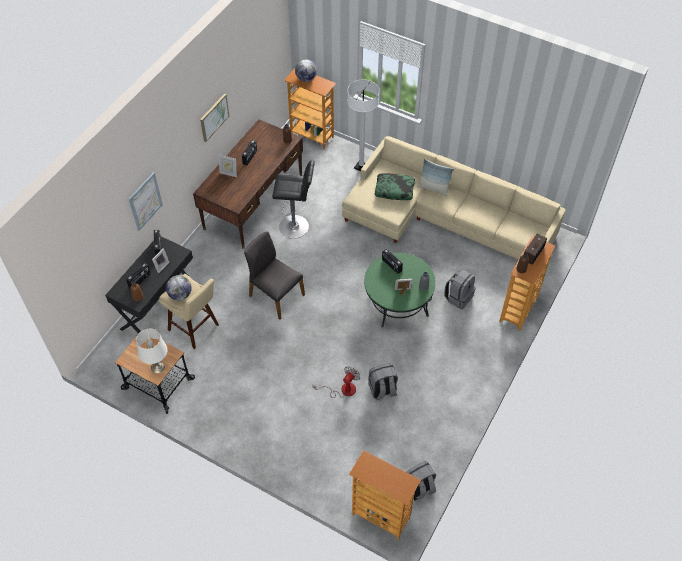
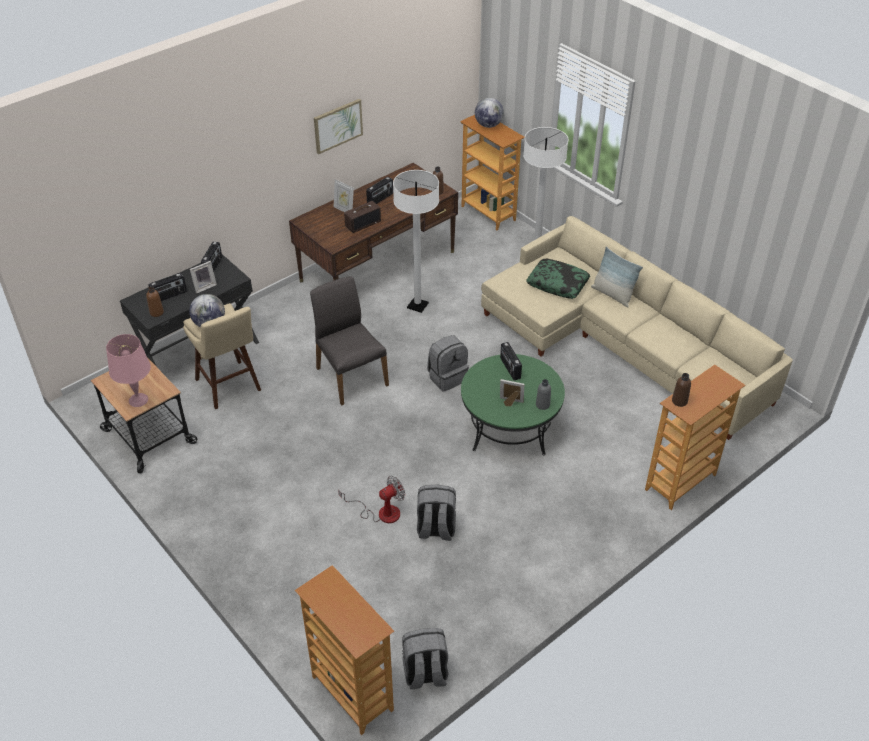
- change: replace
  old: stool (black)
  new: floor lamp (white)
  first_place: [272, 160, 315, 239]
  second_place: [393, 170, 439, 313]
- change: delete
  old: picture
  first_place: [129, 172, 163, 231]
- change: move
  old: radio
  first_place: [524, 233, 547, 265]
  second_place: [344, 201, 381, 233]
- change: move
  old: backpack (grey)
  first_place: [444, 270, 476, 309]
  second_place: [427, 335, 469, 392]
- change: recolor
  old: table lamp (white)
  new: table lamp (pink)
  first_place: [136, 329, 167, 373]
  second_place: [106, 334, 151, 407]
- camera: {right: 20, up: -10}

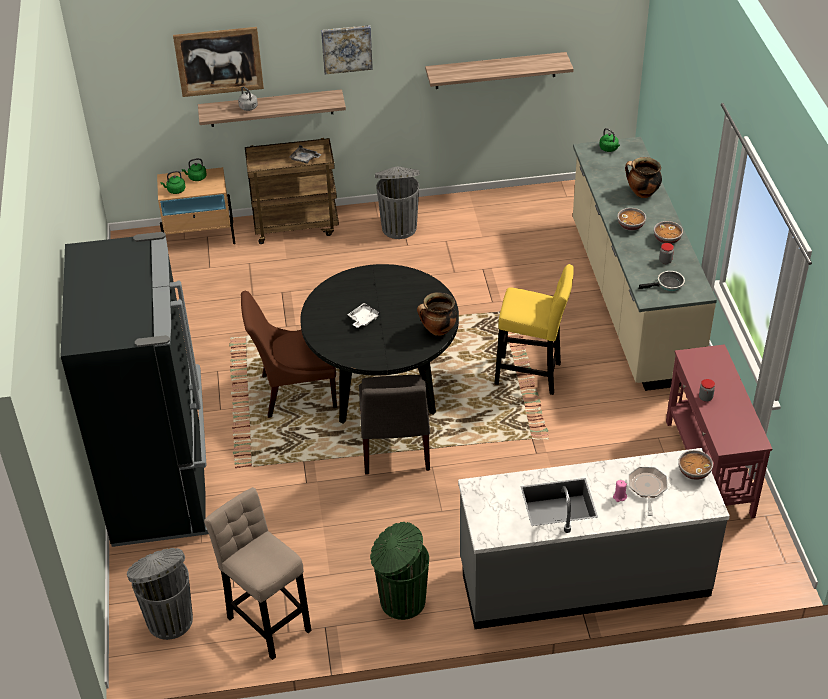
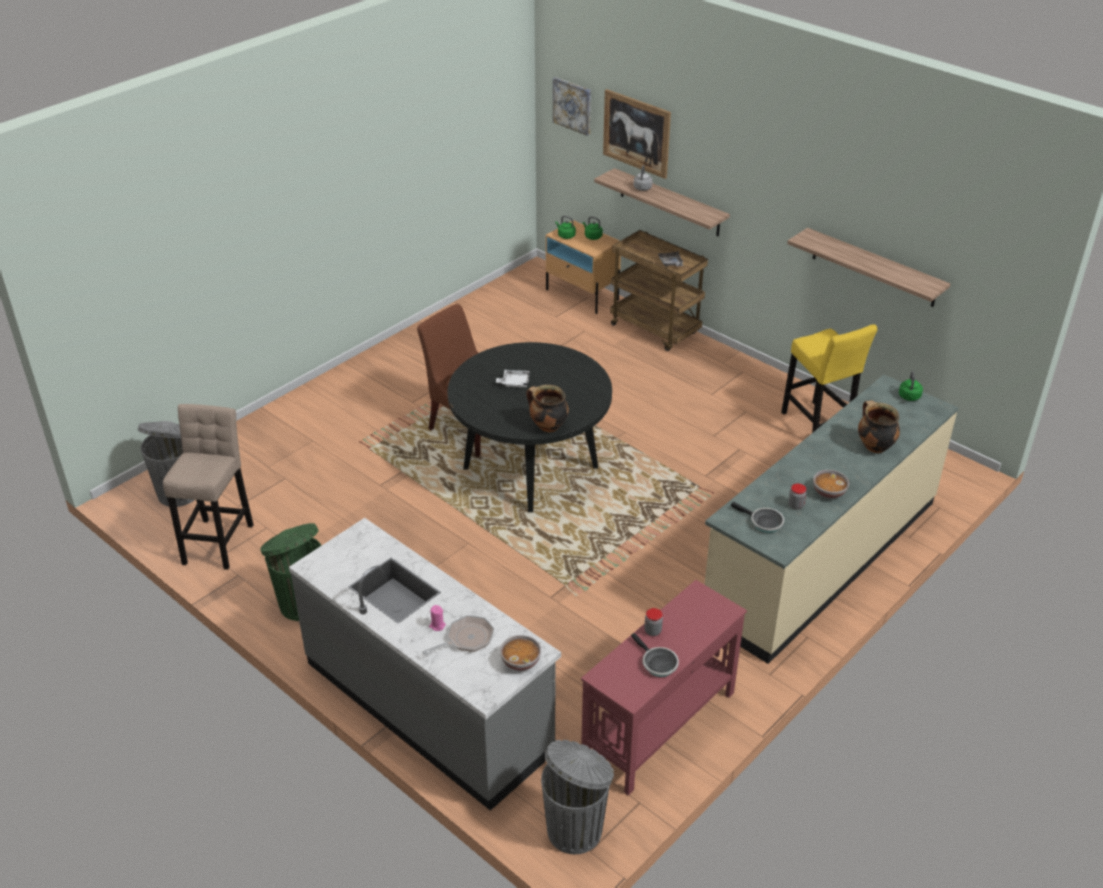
- change: move
  old: picture
  first_place: [321, 25, 373, 74]
  second_place: [553, 77, 591, 136]
- change: move
  old: trash can (grey)
  first_place: [375, 167, 420, 239]
  second_place: [541, 740, 614, 854]
- change: delete
  old: bowl
  first_place: [617, 208, 646, 231]
- change: delete
  old: fridge (black)
  first_place: [61, 232, 209, 547]
- change: move
  old: stool (yellow)
  first_place: [494, 264, 574, 395]
  second_place: [781, 324, 877, 433]
- change: delete
  old: chair (grey)
  first_place: [359, 375, 430, 474]
- change: insert
  new: frying pan
  second_place: [631, 633, 679, 677]
- camera: {right: 50, up: -5}

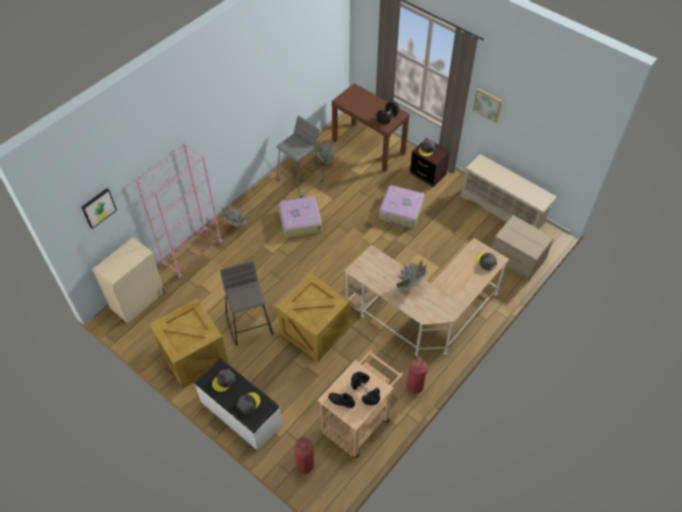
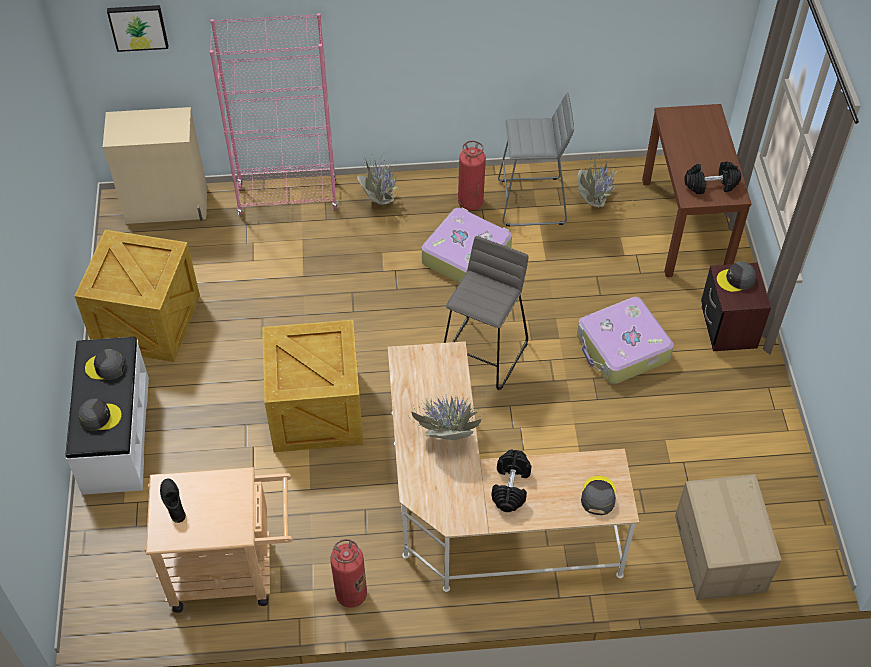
- change: delete
  old: picture
  first_place: [473, 88, 502, 123]
- change: delete
  old: shoe rack (beige)
  first_place: [461, 154, 557, 229]
- change: move
  old: stool (grey)
  first_place: [220, 261, 273, 346]
  second_place: [444, 236, 528, 390]
- change: move
  old: dumbbell (black)
  first_place: [351, 371, 380, 405]
  second_place: [491, 450, 532, 512]
- change: move
  old: fire extinguisher
  first_place: [294, 437, 314, 474]
  second_place: [458, 140, 486, 210]
- camera: {right: 45, up: 0}

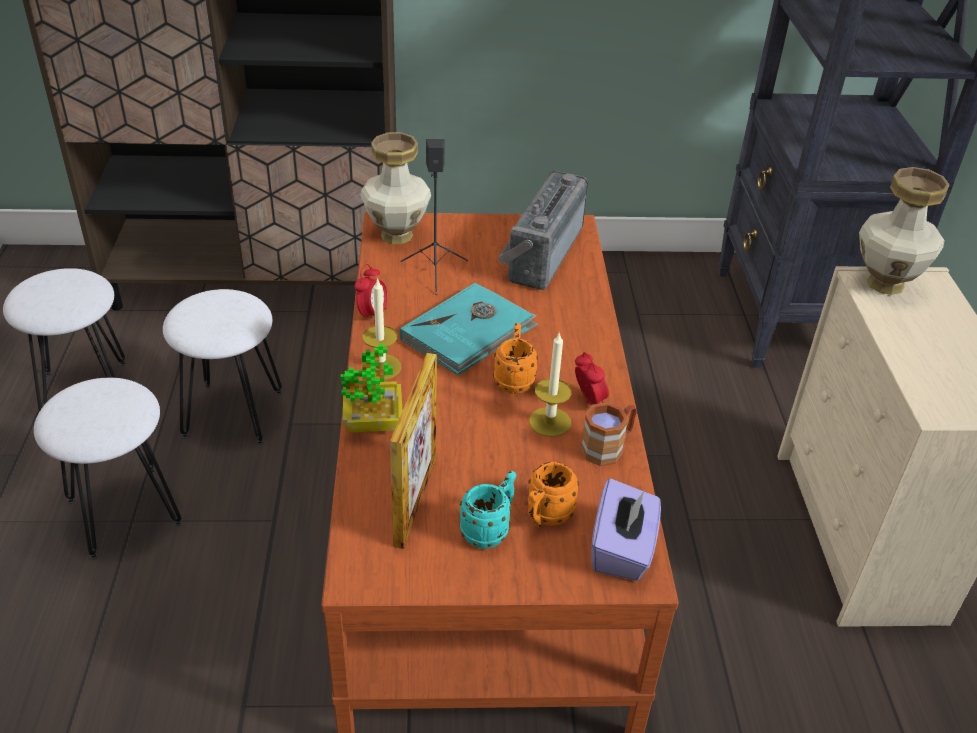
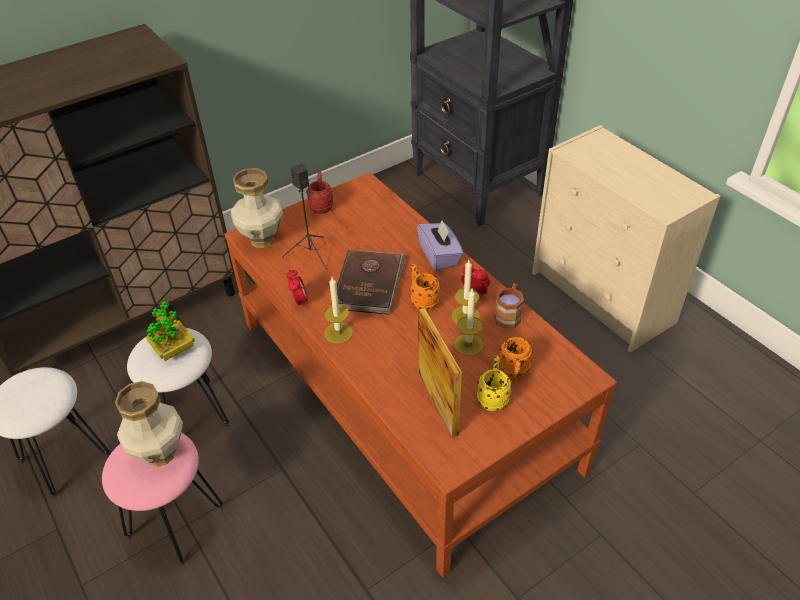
- change: move
  old: vase
  first_place: [859, 167, 949, 295]
  second_place: [115, 381, 183, 467]
- change: delete
  old: radio
  first_place: [498, 171, 588, 290]
- change: recolor
  old: book (turquoise)
  new: book (brown)
  first_place: [399, 283, 539, 376]
  second_place: [337, 250, 406, 315]
- change: move
  old: potted plant
  first_place: [341, 344, 403, 432]
  second_place: [146, 301, 195, 361]
- change: recolor
  old: stool (white)
  new: stool (pink)
  first_place: [34, 378, 182, 559]
  second_place: [102, 433, 224, 565]
- change: recolor
  old: mug (turquoise)
  new: mug (yellow)
  first_place: [460, 471, 516, 549]
  second_place: [477, 356, 512, 411]
- change: move
  old: tissue box (purple)
  first_place: [591, 478, 661, 581]
  second_place: [417, 219, 463, 271]
- change: insert
  new: mug (red)
  second_place: [306, 172, 333, 214]
- change: insert
  new: candle
  second_place: [454, 289, 483, 356]
- camera: {right: -30, up: 5}

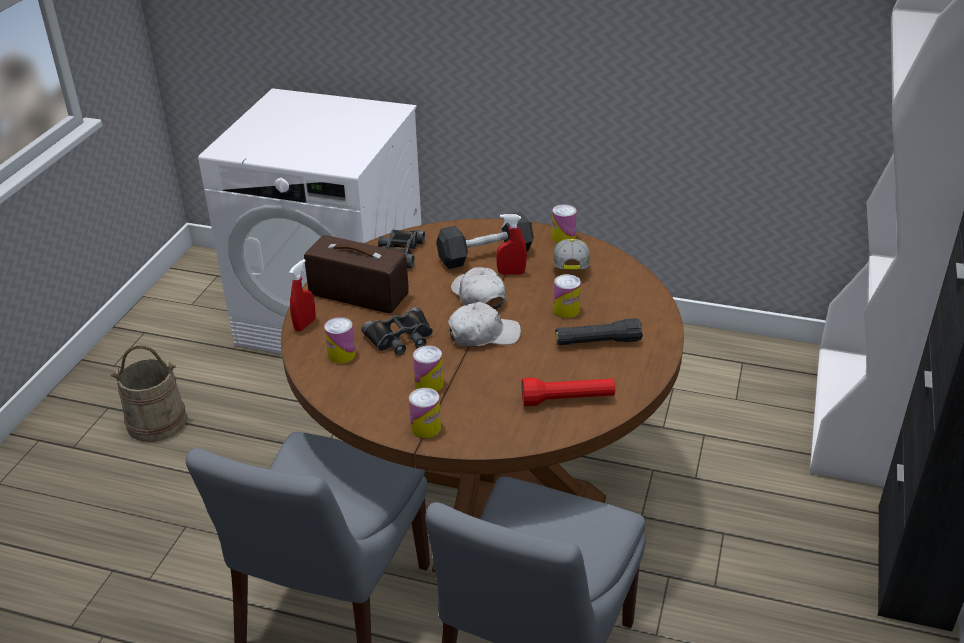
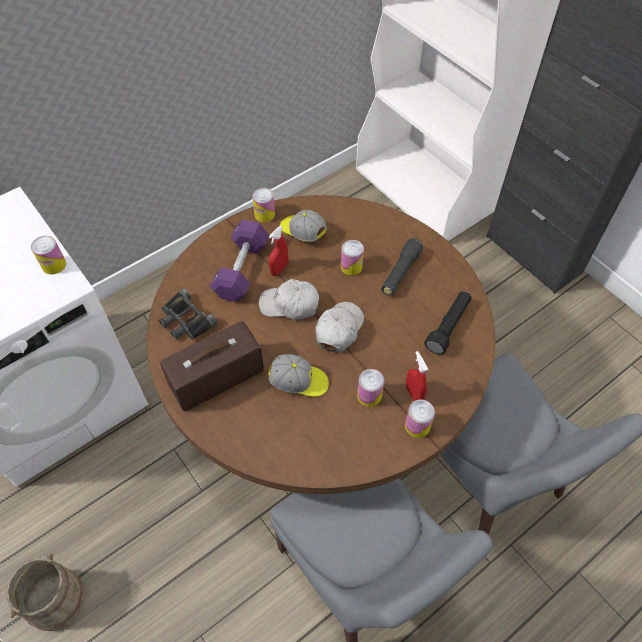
- change: recolor
  old: dumbbell (black)
  new: dumbbell (purple)
  first_place: [436, 212, 534, 269]
  second_place: [210, 220, 269, 302]
- change: move
  old: spray bottle (red)
  first_place: [289, 259, 316, 331]
  second_place: [406, 351, 428, 401]
- change: replace
  old: binoculars (black)
  new: cap
  first_place: [361, 307, 433, 355]
  second_place: [268, 354, 329, 397]
- change: move
  old: can
  first_place: [324, 317, 356, 363]
  second_place: [31, 236, 66, 275]
- change: recolor
  old: flashlight (red)
  new: flashlight (black)
  first_place: [522, 378, 615, 406]
  second_place: [424, 291, 472, 355]
- camera: {right: -55, up: 20}

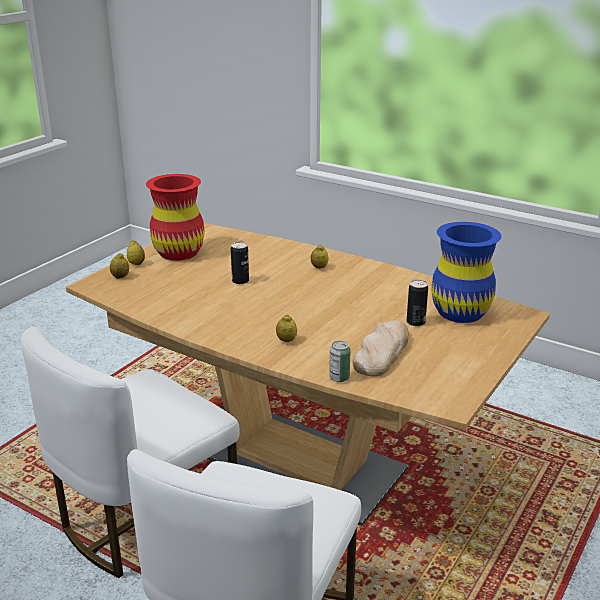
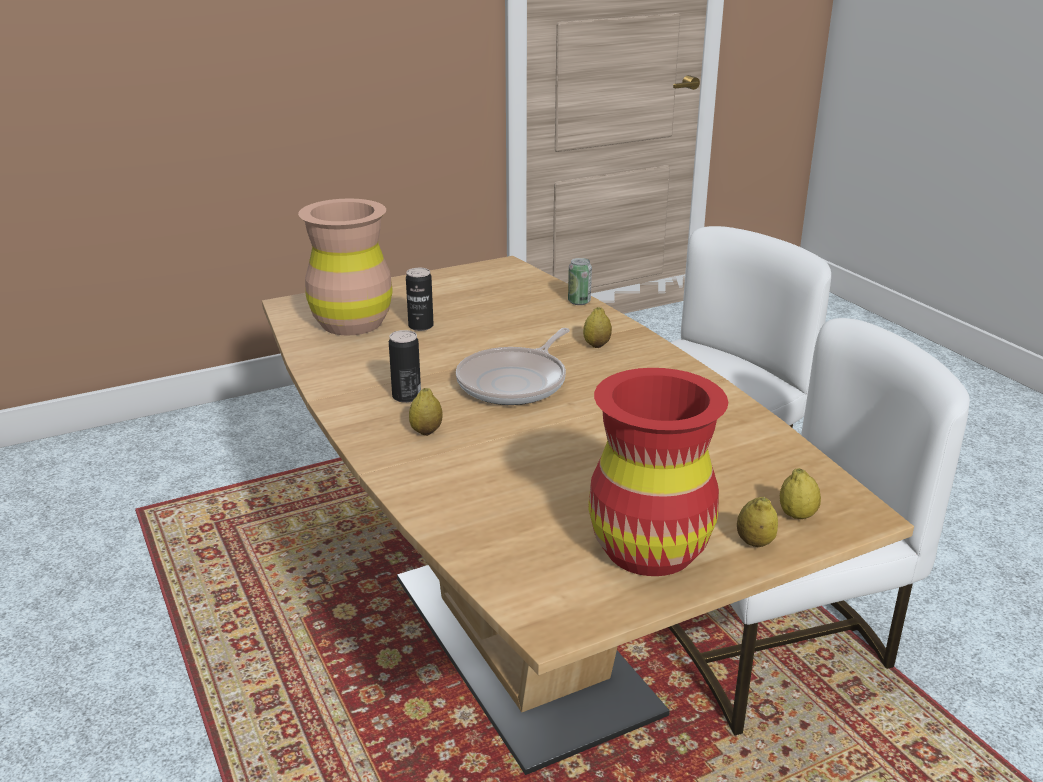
- change: recolor
  old: vase (blue)
  new: vase (brown)
  first_place: [431, 222, 502, 323]
  second_place: [298, 198, 393, 335]
- change: move
  old: can
  first_place: [231, 242, 249, 284]
  second_place: [389, 330, 421, 403]
- change: delete
  old: bread
  first_place: [353, 320, 409, 377]
- change: insert
  new: frying pan
  second_place: [456, 328, 570, 405]
- camera: {right: -150, up: 0}

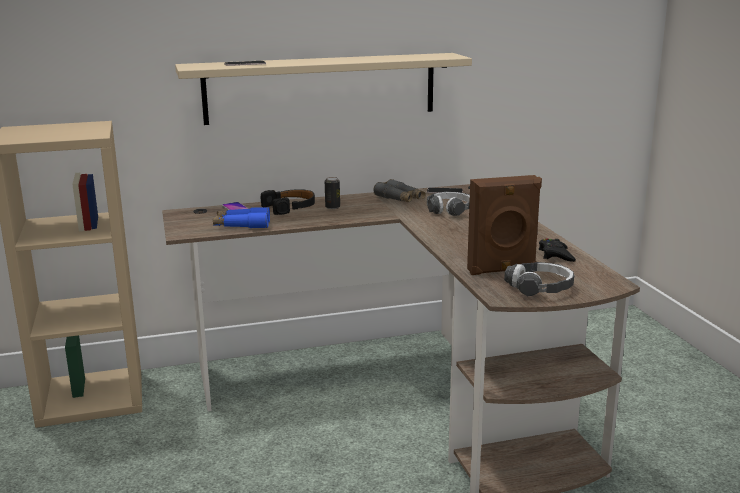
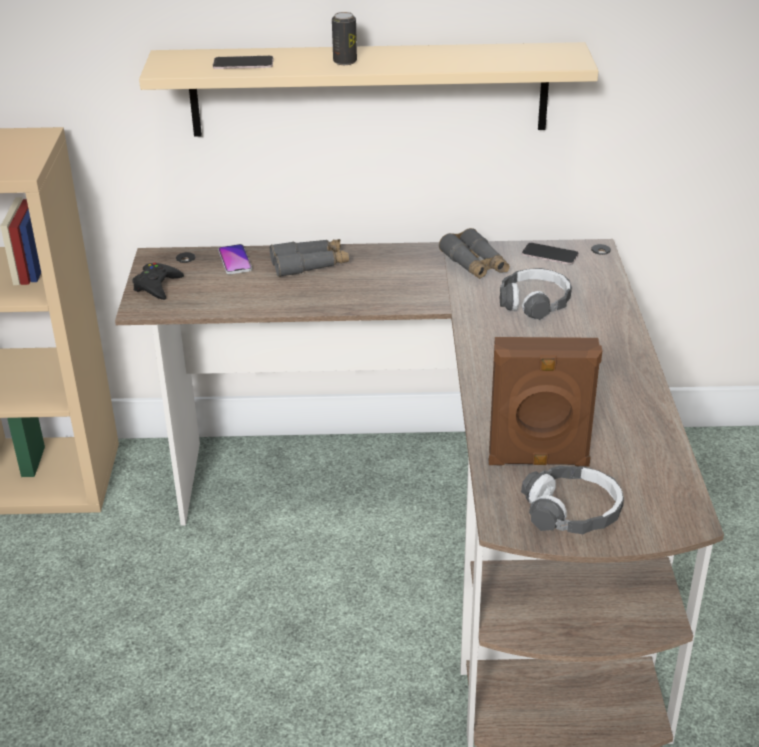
- change: move
  old: can
  first_place: [325, 177, 340, 209]
  second_place: [332, 12, 357, 65]
- change: replace
  old: headphones (black)
  new: binoculars (grey)
  first_place: [261, 189, 315, 215]
  second_place: [270, 239, 349, 277]
- change: delete
  old: binoculars (blue)
  first_place: [213, 207, 270, 228]
- change: move
  old: game controller (black)
  first_place: [539, 238, 576, 262]
  second_place: [132, 263, 184, 300]
- camera: {right: 15, up: 15}

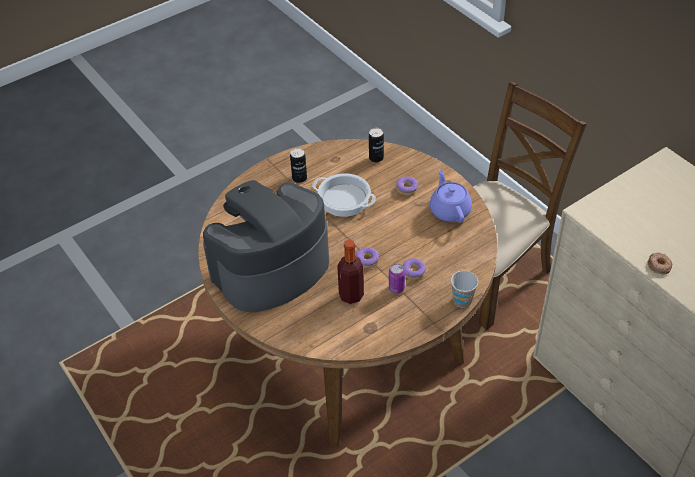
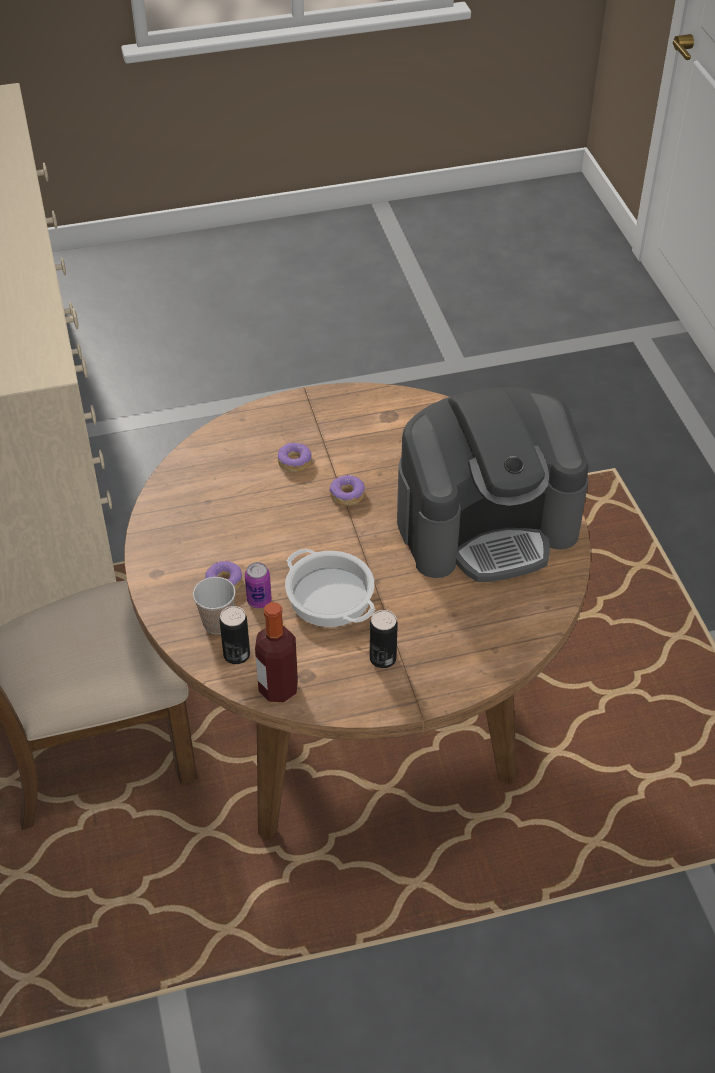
- change: delete
  old: teapot (purple)
  first_place: [430, 169, 472, 223]
- change: move
  old: bottle
  first_place: [337, 240, 364, 304]
  second_place: [255, 602, 298, 702]
- change: delete
  old: donut
  first_place: [647, 252, 672, 275]
- change: move
  old: can
  first_place: [389, 264, 405, 293]
  second_place: [245, 562, 272, 608]
- change: move
  old: cup
  first_place: [451, 271, 478, 308]
  second_place: [193, 577, 236, 634]
- camera: {right: -160, up: 0}

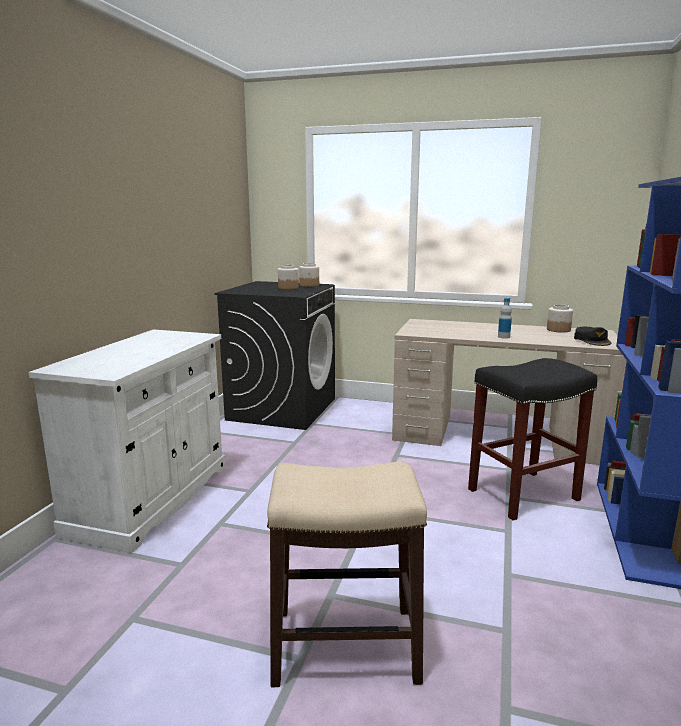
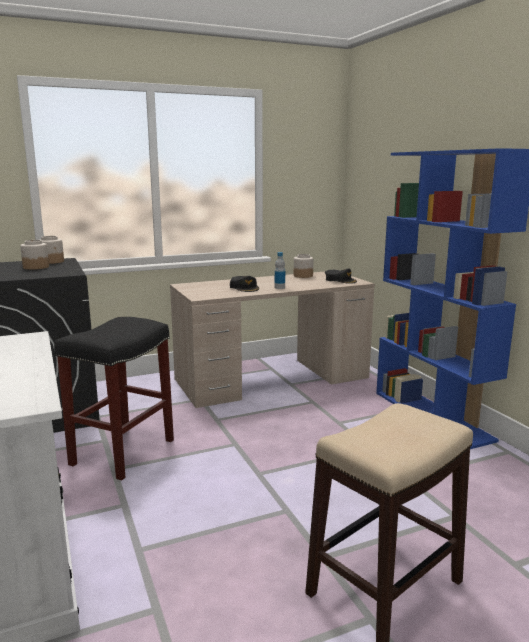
- change: move
  old: stool (black)
  first_place: [468, 358, 597, 520]
  second_place: [54, 317, 174, 480]
- change: insert
  new: cap (black)
  second_place: [230, 276, 259, 292]
- camera: {right: -40, up: 0}

